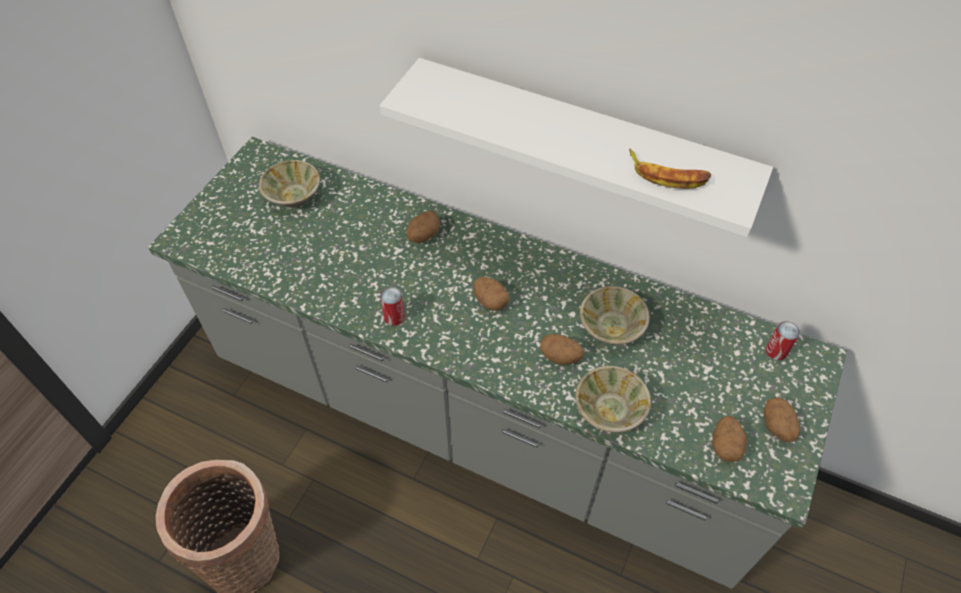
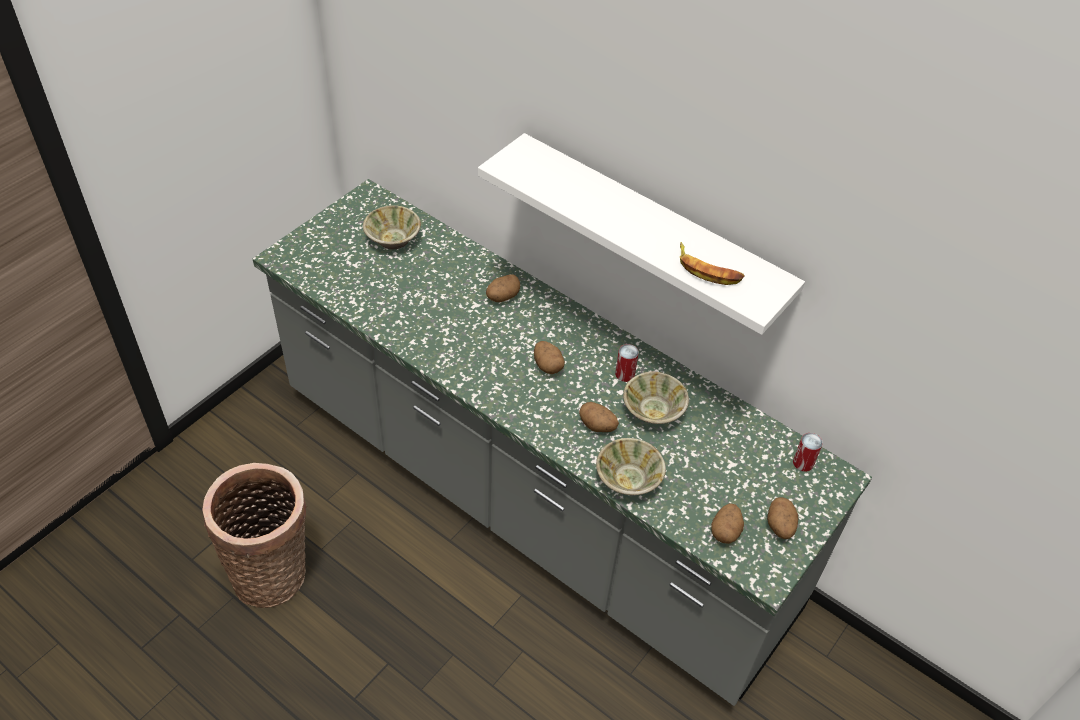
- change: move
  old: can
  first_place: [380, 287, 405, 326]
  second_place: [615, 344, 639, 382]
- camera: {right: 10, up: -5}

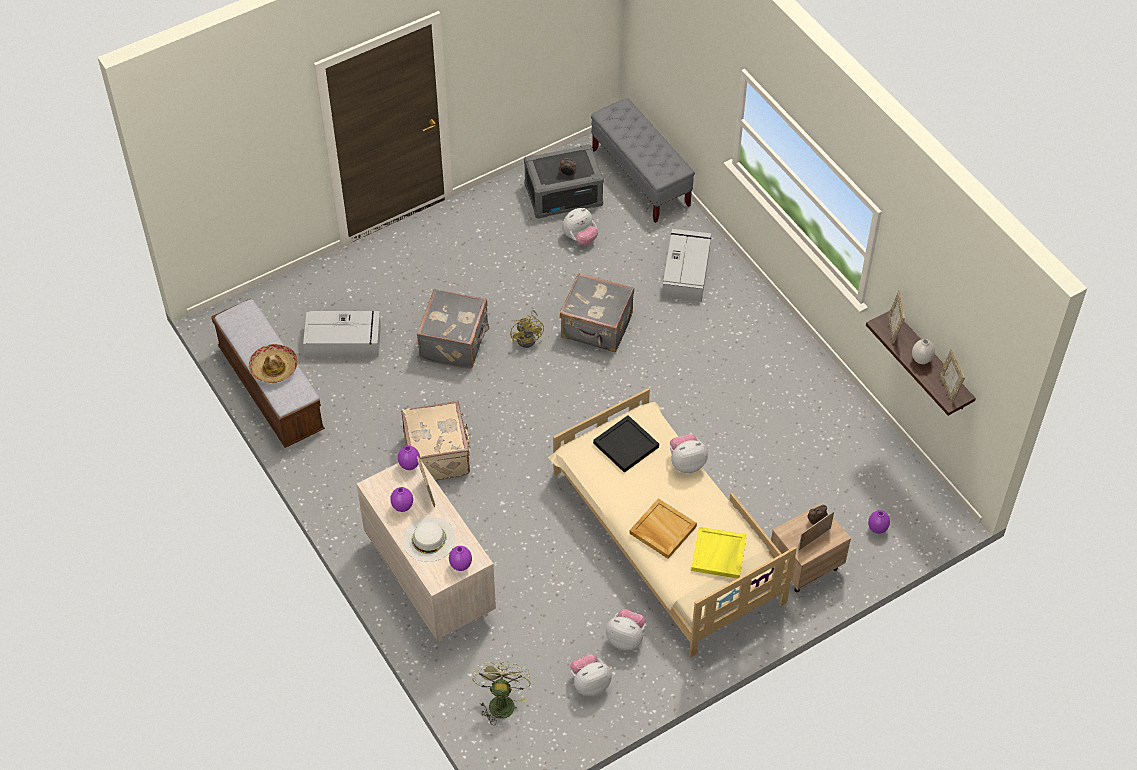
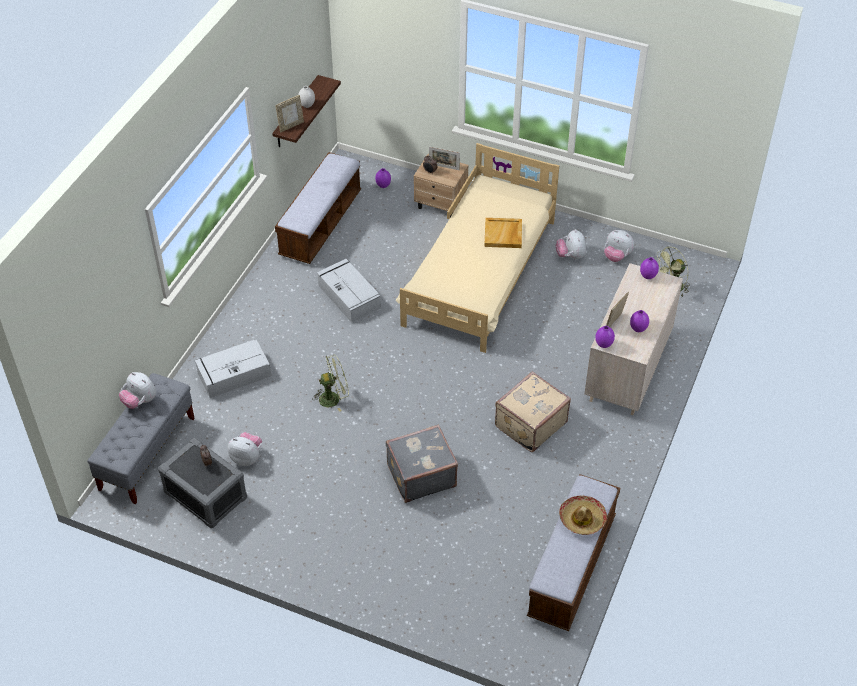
- change: replace
  old: suitcase (grey)
  new: fan (green)
  first_place: [560, 273, 634, 352]
  second_place: [312, 355, 349, 412]
- change: delete
  old: fan (yellow)
  first_place: [510, 310, 544, 348]
- change: move
  old: storage box (grey)
  first_place: [303, 311, 381, 357]
  second_place: [317, 259, 381, 323]
- change: delete
  old: picture frame
  first_place: [940, 349, 965, 403]
- change: delete
  old: tray (black)
  first_place: [593, 415, 659, 473]
- change: move
  old: plush toy
  first_place: [670, 434, 708, 473]
  second_place: [119, 372, 156, 409]
- change: delete
  old: hat (white)
  first_place: [402, 516, 456, 562]
- change: delete
  old: tray (yellow)
  first_place: [691, 527, 747, 579]
- change: insert
  new: bench
  second_place: [275, 152, 361, 264]
- camera: {right: -125, up: -5}

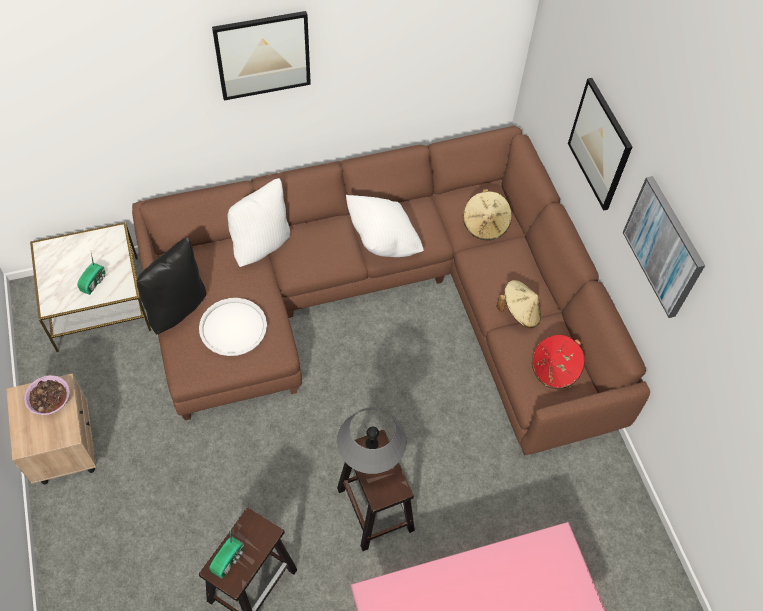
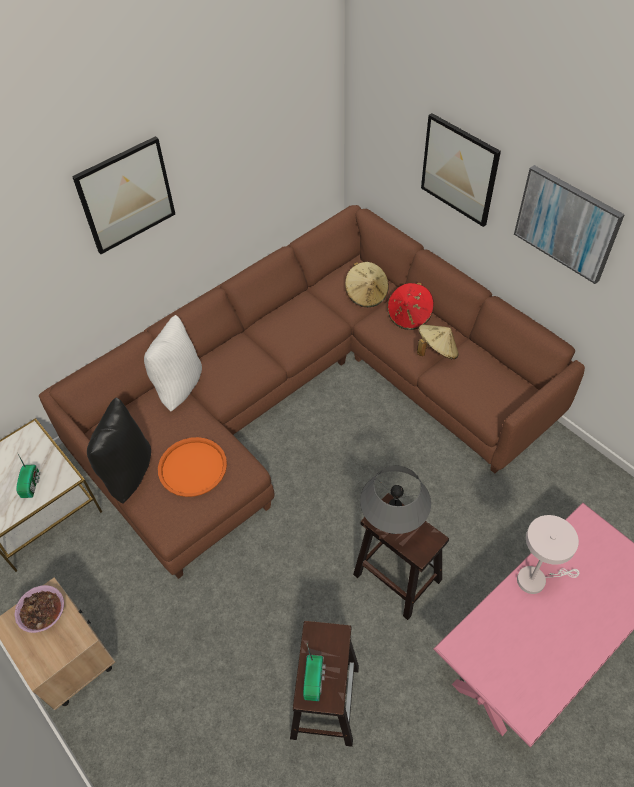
- change: delete
  old: pillow (white)
  first_place: [346, 195, 423, 257]
- change: recolor
  old: tray (white)
  new: tray (orange)
  first_place: [199, 298, 267, 356]
  second_place: [158, 437, 227, 497]
- change: move
  old: hat (red)
  first_place: [532, 335, 585, 389]
  second_place: [387, 282, 434, 330]
- change: insert
  new: table lamp (white)
  second_place: [517, 515, 579, 594]
- camera: {right: -20, up: -5}

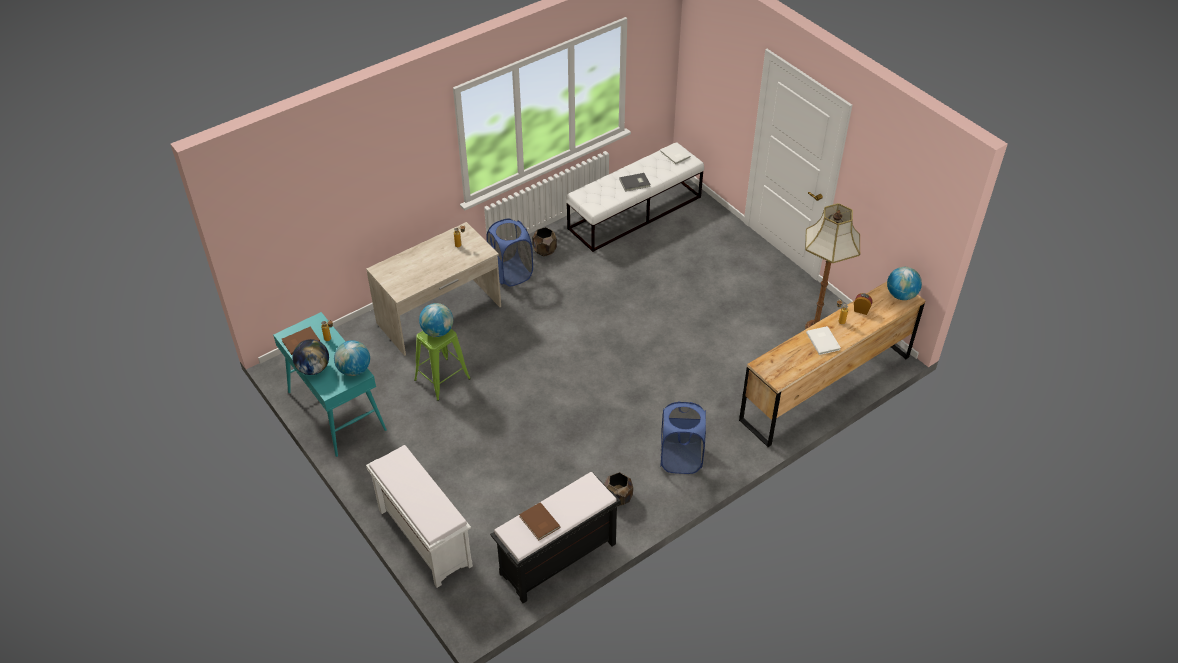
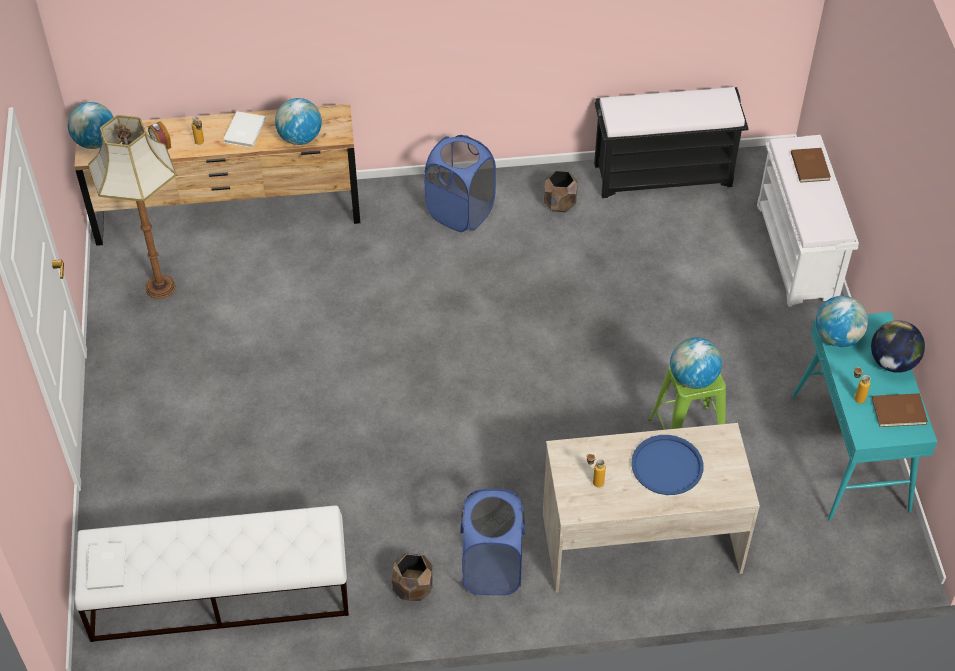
- change: delete
  old: book (grey)
  first_place: [619, 173, 651, 191]
- change: move
  old: book (brown)
  first_place: [519, 502, 561, 540]
  second_place: [791, 148, 831, 183]
- change: insert
  new: globe
  second_place: [275, 98, 322, 145]
- change: insert
  new: tray (blue)
  second_place: [631, 435, 703, 495]
- camera: {right: -150, up: 5}

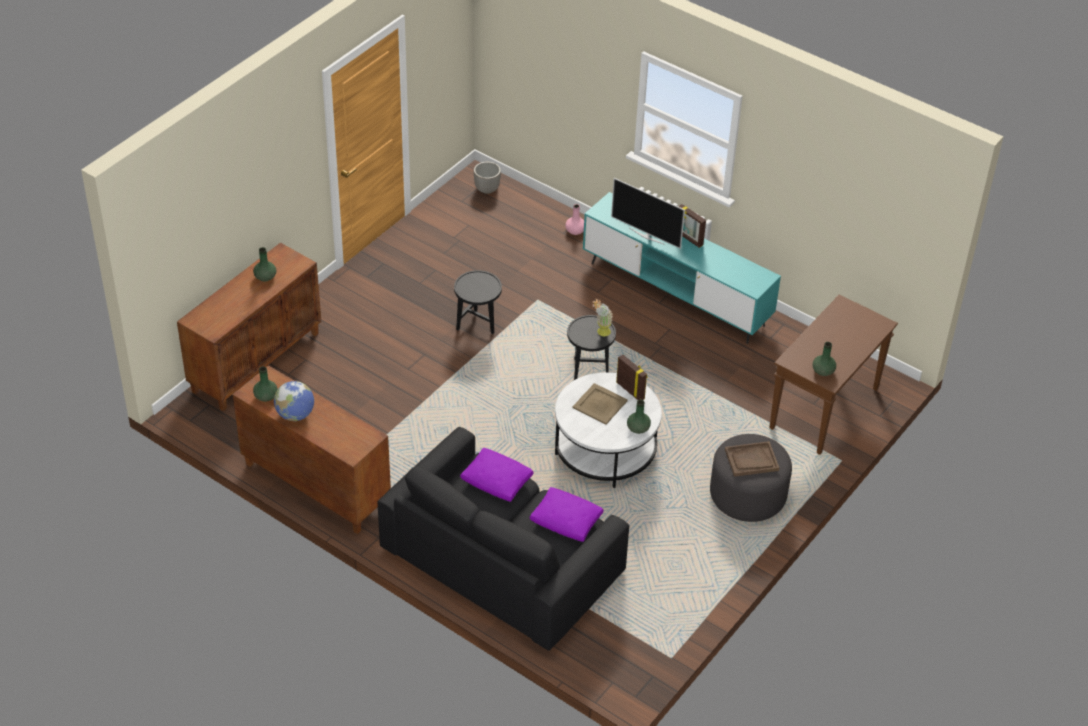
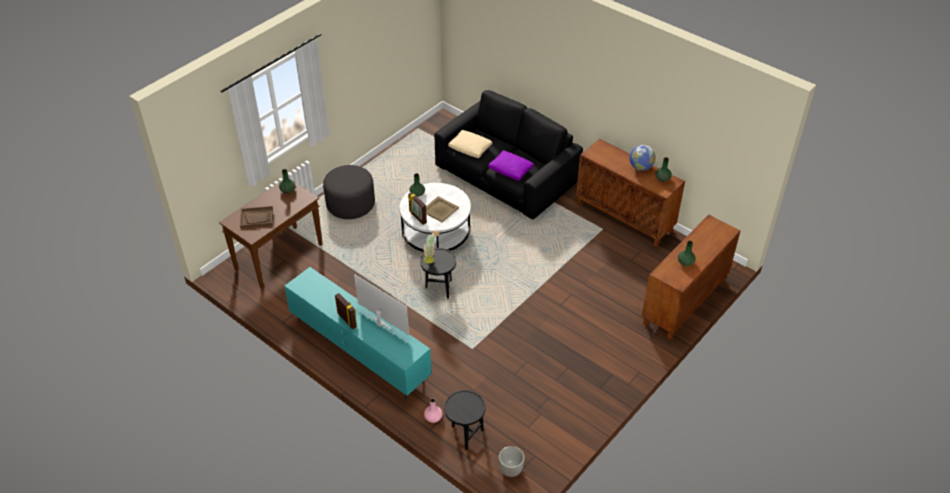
- change: move
  old: side table (black)
  first_place: [454, 270, 502, 334]
  second_place: [444, 390, 485, 450]
- change: move
  old: tray (brown)
  first_place: [725, 441, 779, 477]
  second_place: [240, 206, 273, 228]
- change: recolor
  old: pillow (purple)
  new: pillow (beige)
  first_place: [530, 487, 603, 542]
  second_place: [448, 130, 492, 158]
- camera: {right: -175, up: 0}

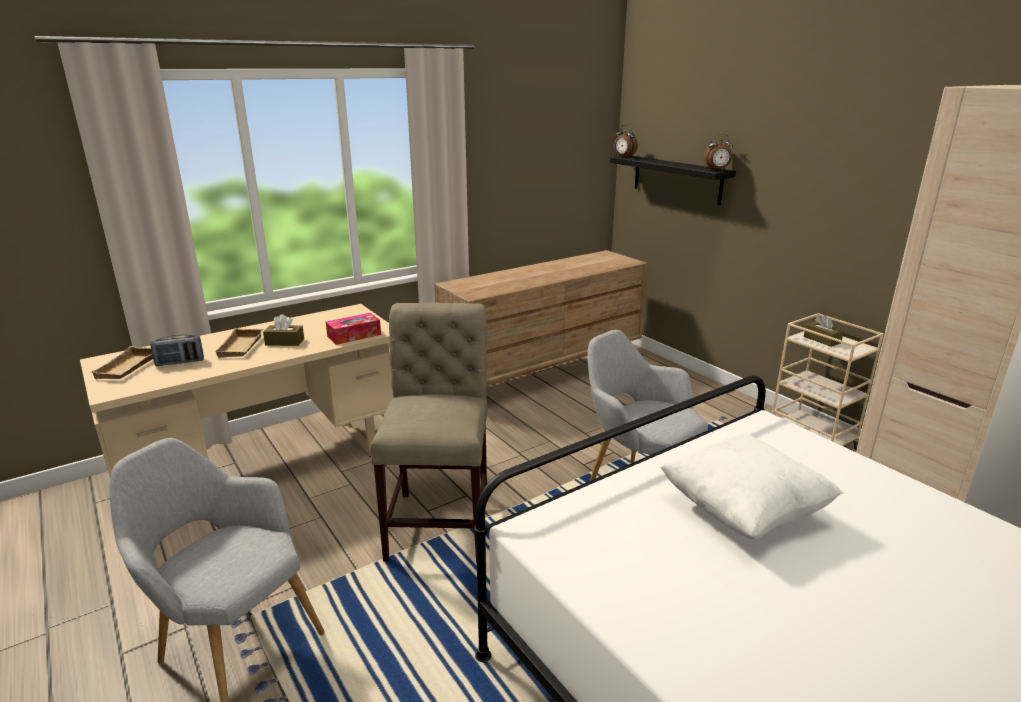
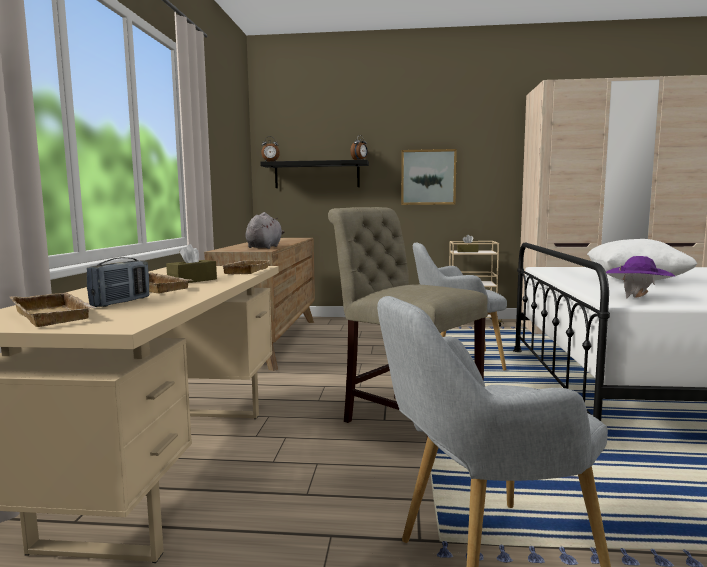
- change: replace
  old: tissue box
  new: tray (beige)
  first_place: [326, 313, 381, 345]
  second_place: [221, 260, 269, 274]
- change: insert
  new: picture
  second_place: [401, 149, 457, 205]
- change: insert
  new: plush toy (grey)
  second_place: [245, 212, 285, 249]
- change: insert
  new: hat (purple)
  second_place: [606, 256, 676, 299]
- camera: {right: -50, up: -15}

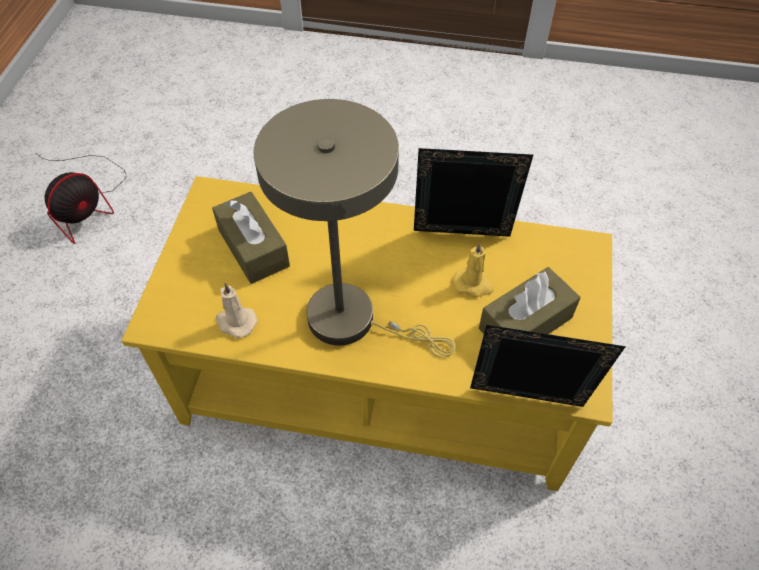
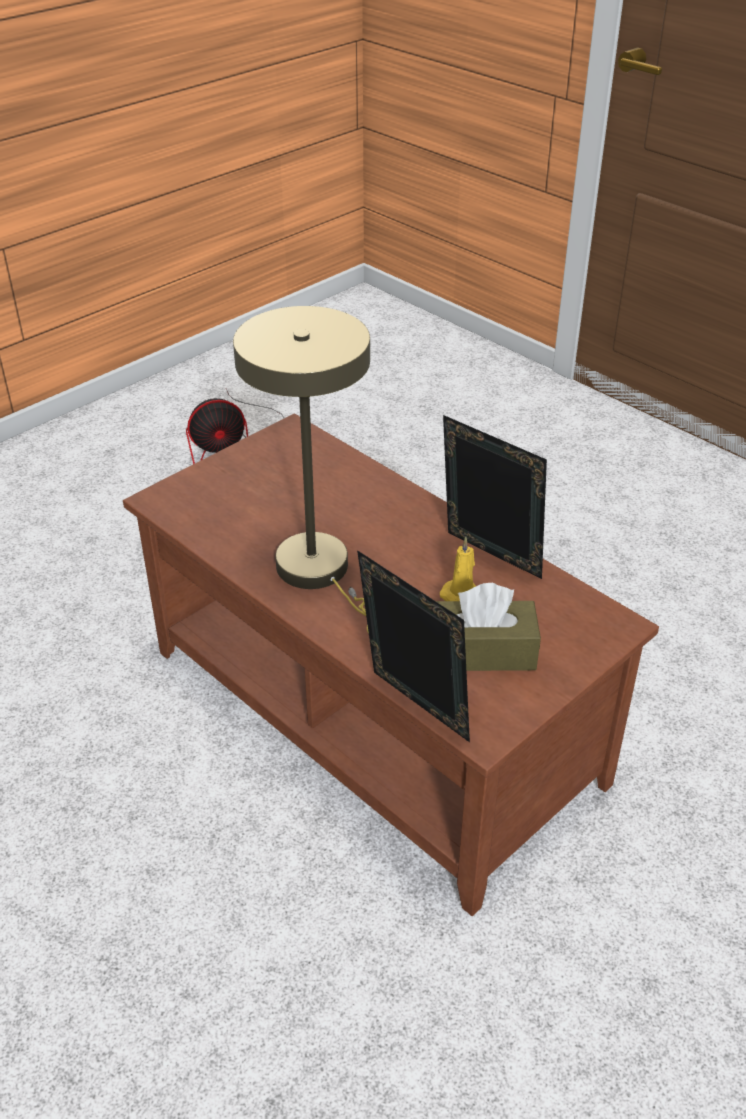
- change: recolor
  old: coffee table (yellow)
  new: coffee table (brown)
  first_place: [122, 176, 612, 491]
  second_place: [123, 413, 659, 916]
- change: delete
  old: tissue box (brown)
  first_place: [212, 192, 290, 284]
- change: delete
  old: candle (beige)
  first_place: [216, 283, 257, 338]
- camera: {right: 35, up: -15}

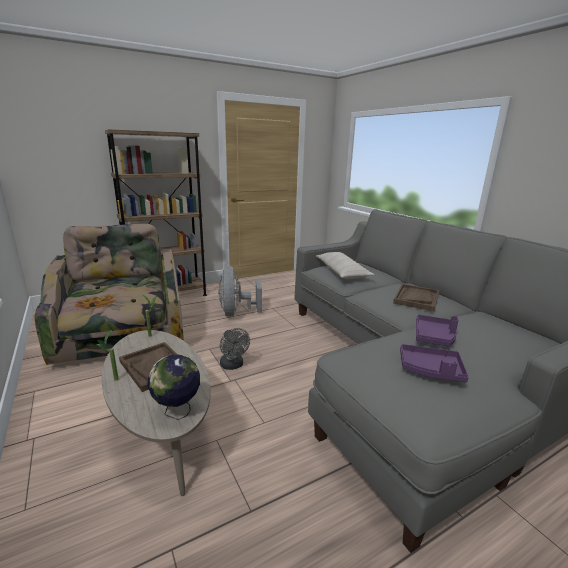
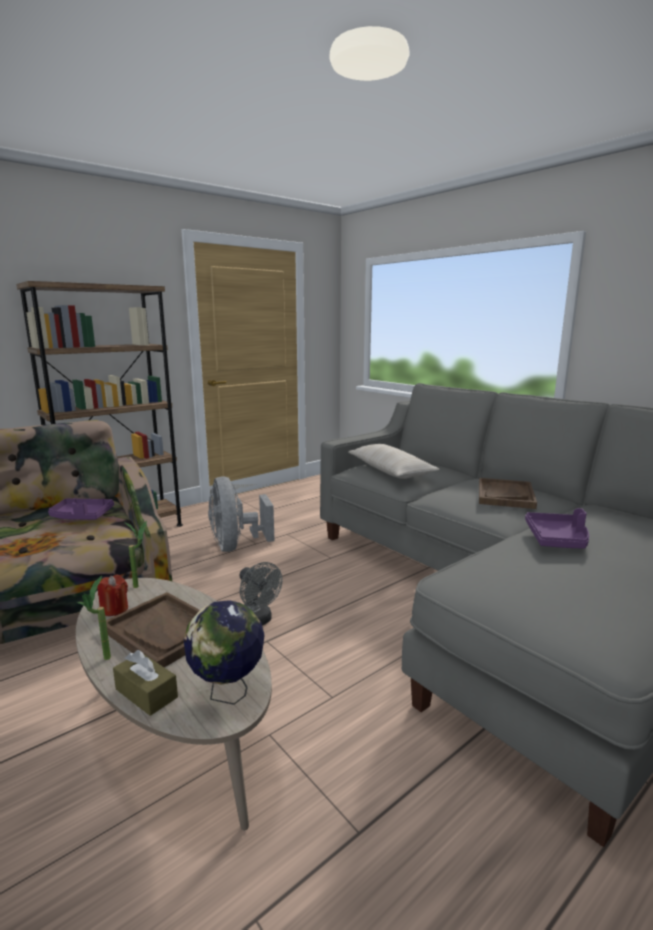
- change: move
  old: tray (purple)
  first_place: [400, 344, 469, 382]
  second_place: [48, 498, 114, 520]
- change: insert
  new: candle (red)
  second_place: [97, 575, 128, 616]
- change: insert
  new: tissue box (brown)
  second_place: [113, 650, 178, 716]
- camera: {right: -10, up: -5}

